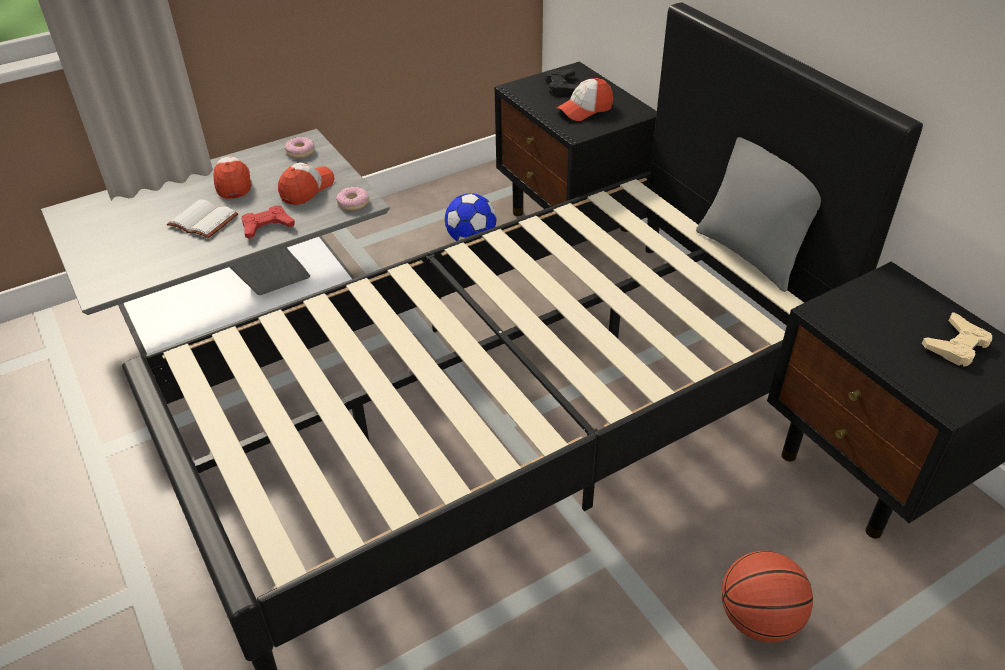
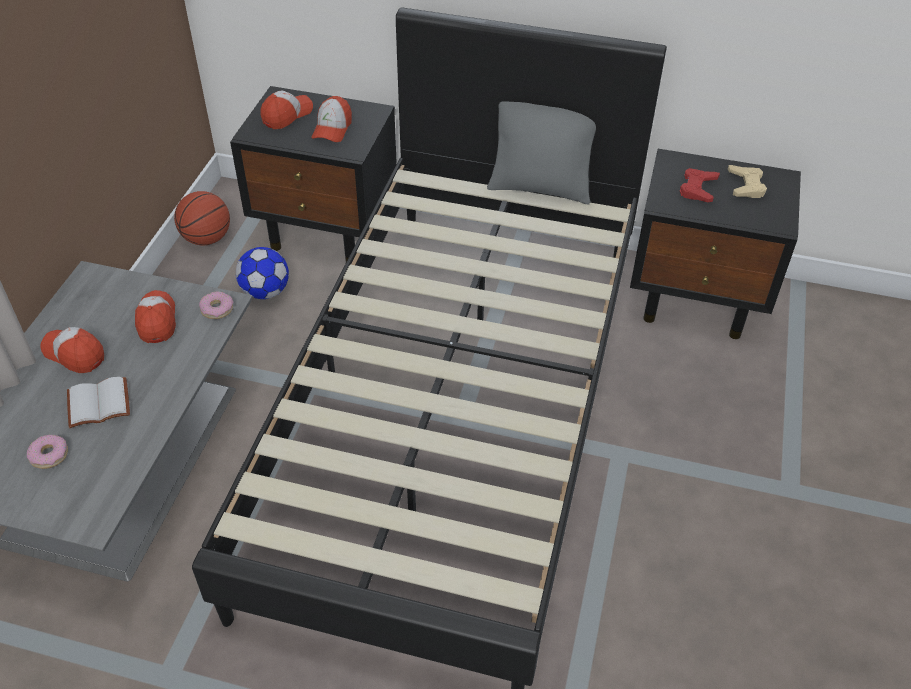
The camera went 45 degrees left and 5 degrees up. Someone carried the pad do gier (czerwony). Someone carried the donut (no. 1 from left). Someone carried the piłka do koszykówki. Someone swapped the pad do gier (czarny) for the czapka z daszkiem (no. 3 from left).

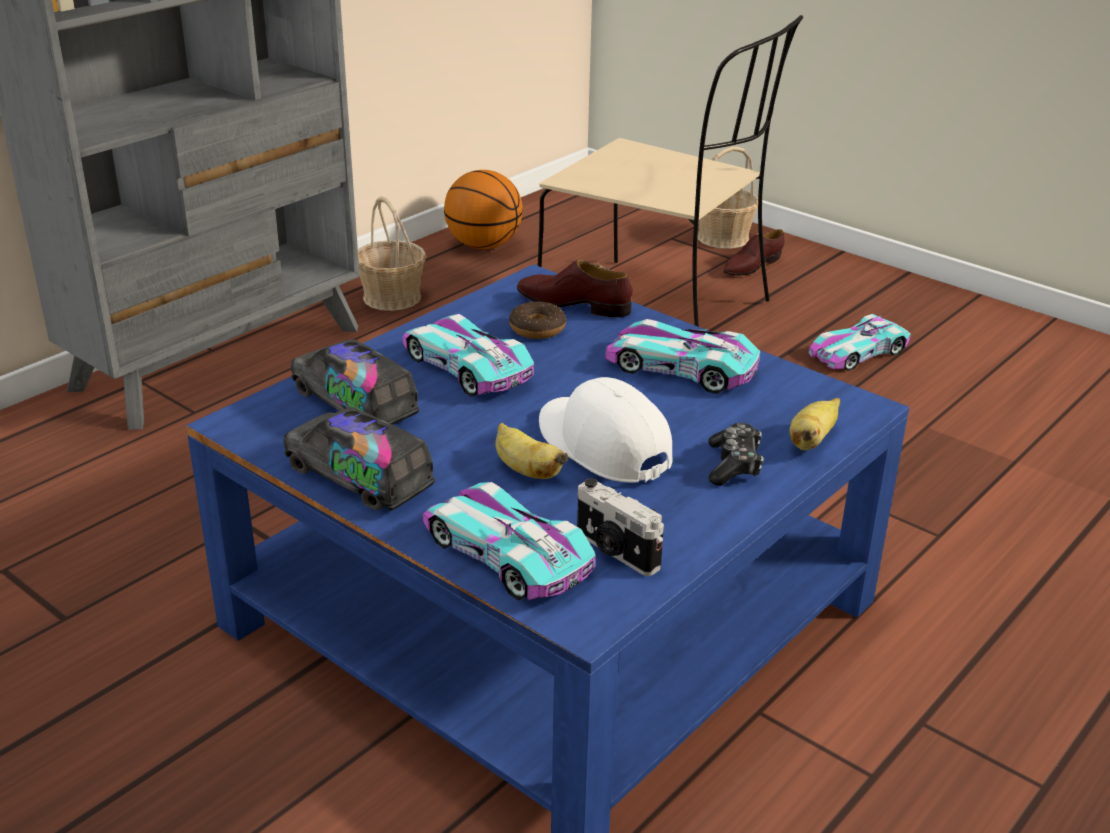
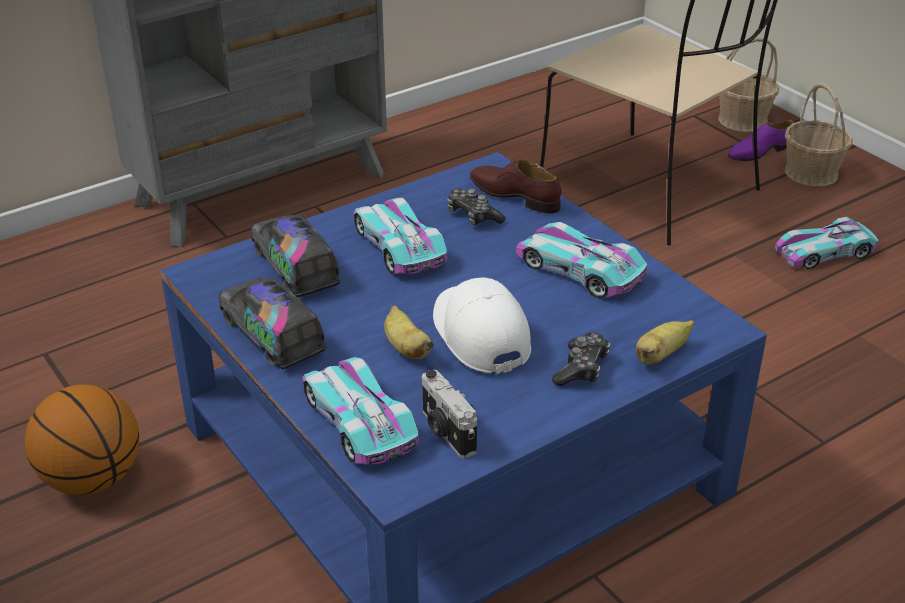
The camera went 15 degrees right and 5 degrees up. Someone carried the koszyk (no. 1 from left in the first image). Someone carried the piłka do koszykówki. Someone swapped the donut for the pad do gier (no. 1 from left). Someone repainted the but (brązowy) (no. 2 from left), which became the but (fioletowy).

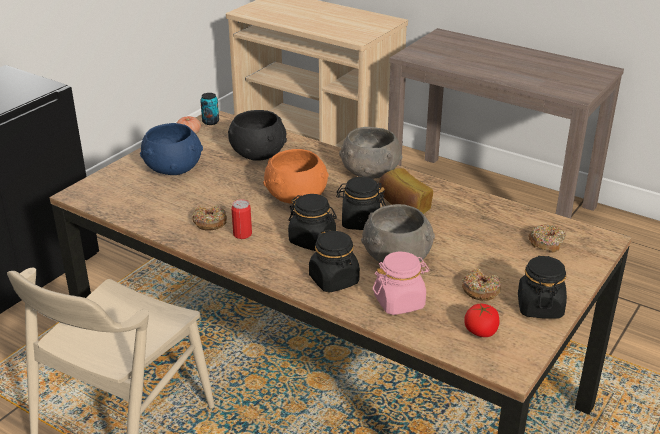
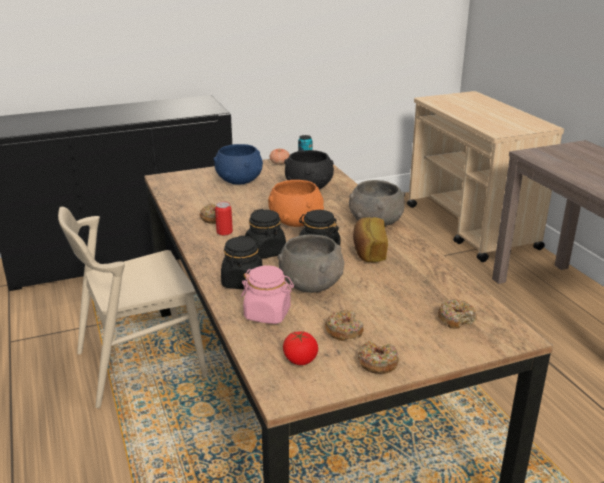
The camera went 35 degrees right and 5 degrees down. Someone swapped the słoik (czarny) (no. 4 from left) for the donut (no. 3 from left).

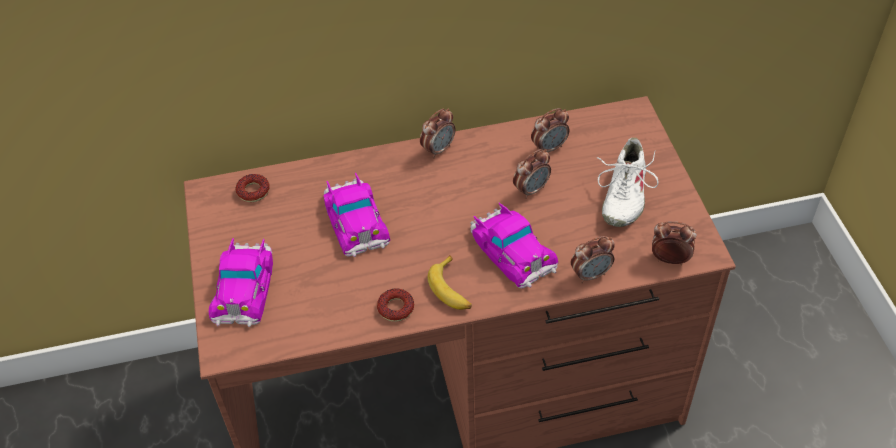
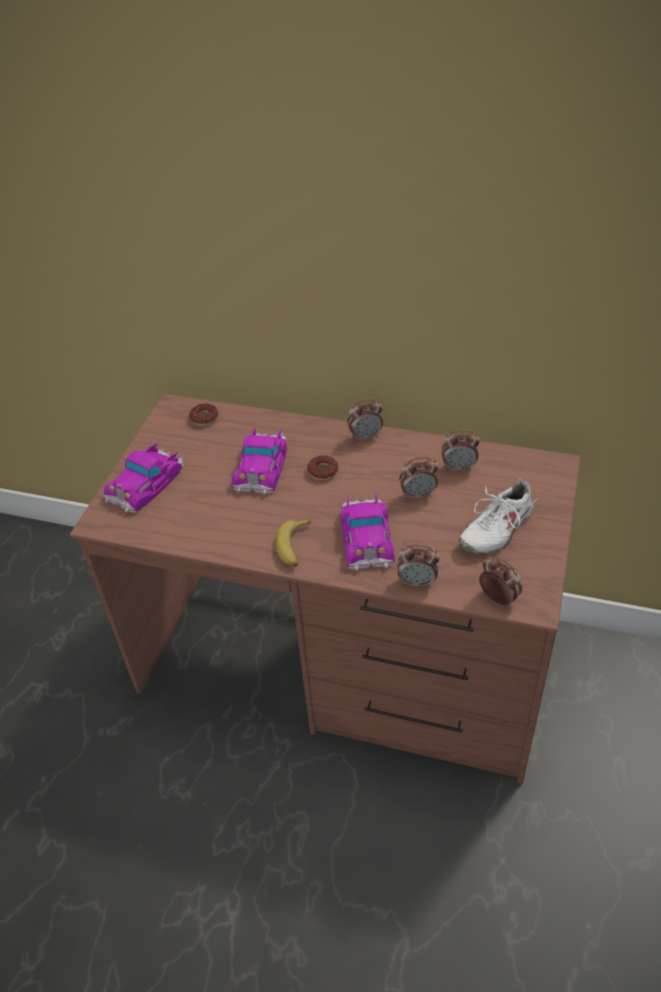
The camera went 30 degrees right and 5 degrees down. Someone carried the donut (no. 2 from left).

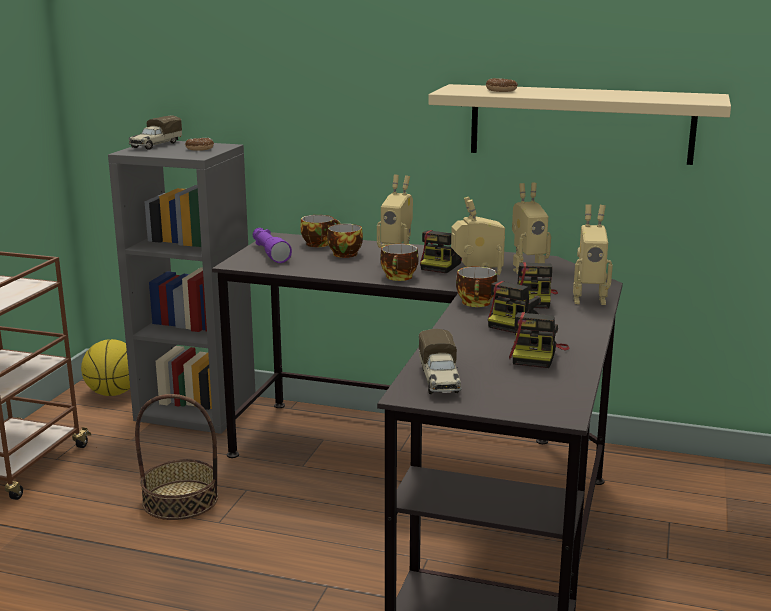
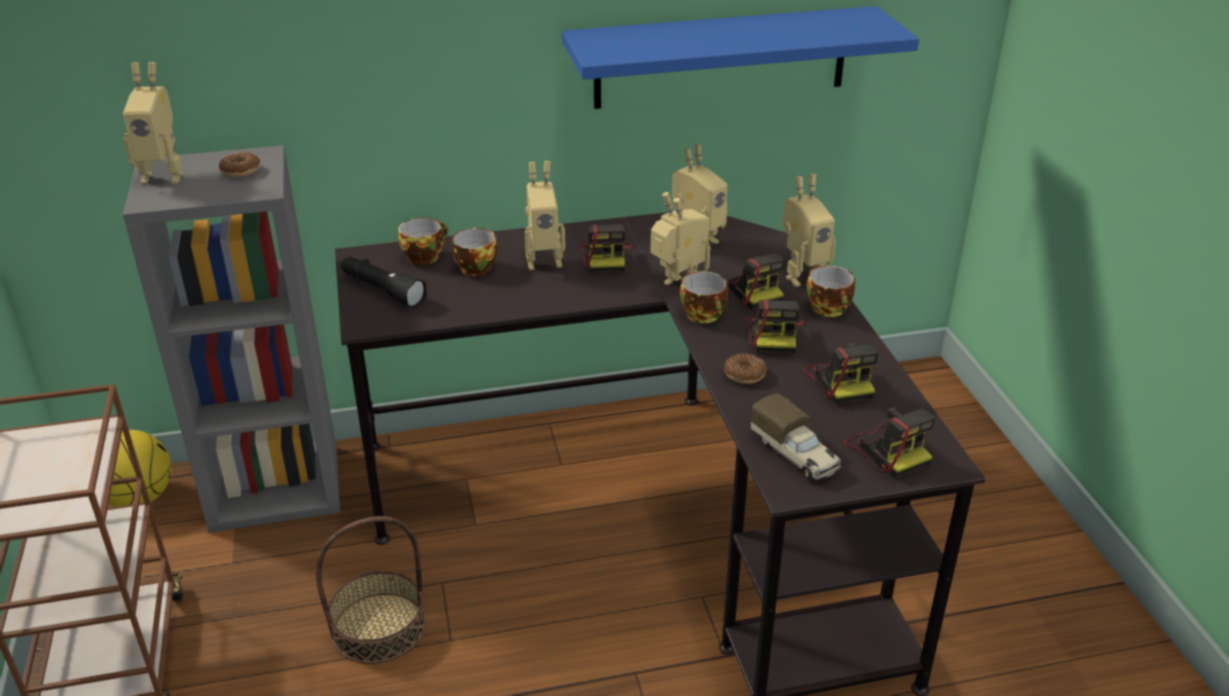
The camera went 30 degrees left and 15 degrees up. Someone put down the aparat fotograficzny (no. 5 from left). Someone carried the filiżanka (no. 3 from left in the first image). Someone carried the donut (no. 2 from left). Someone swapped the ciężarówka zabawkowa (no. 1 from left) for the robot zabawkowy (no. 1 from left). Someone repainted the latarka (fioletowy), which became the latarka (czarny). Someone repainted the półka (beżowy), which became the półka (niebieski).

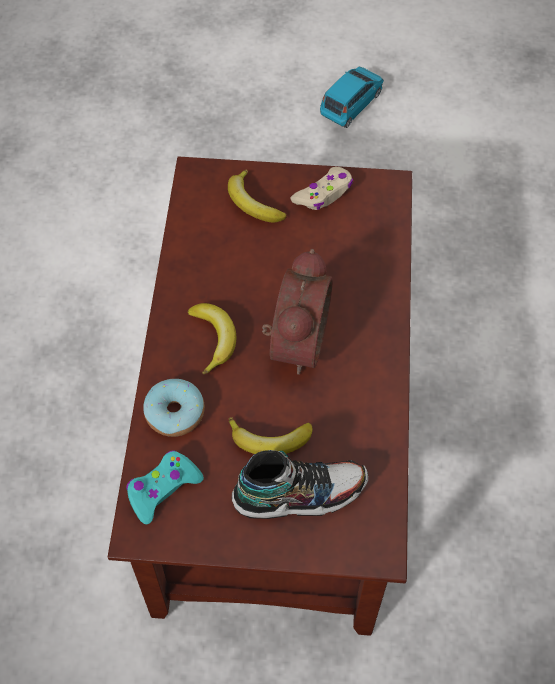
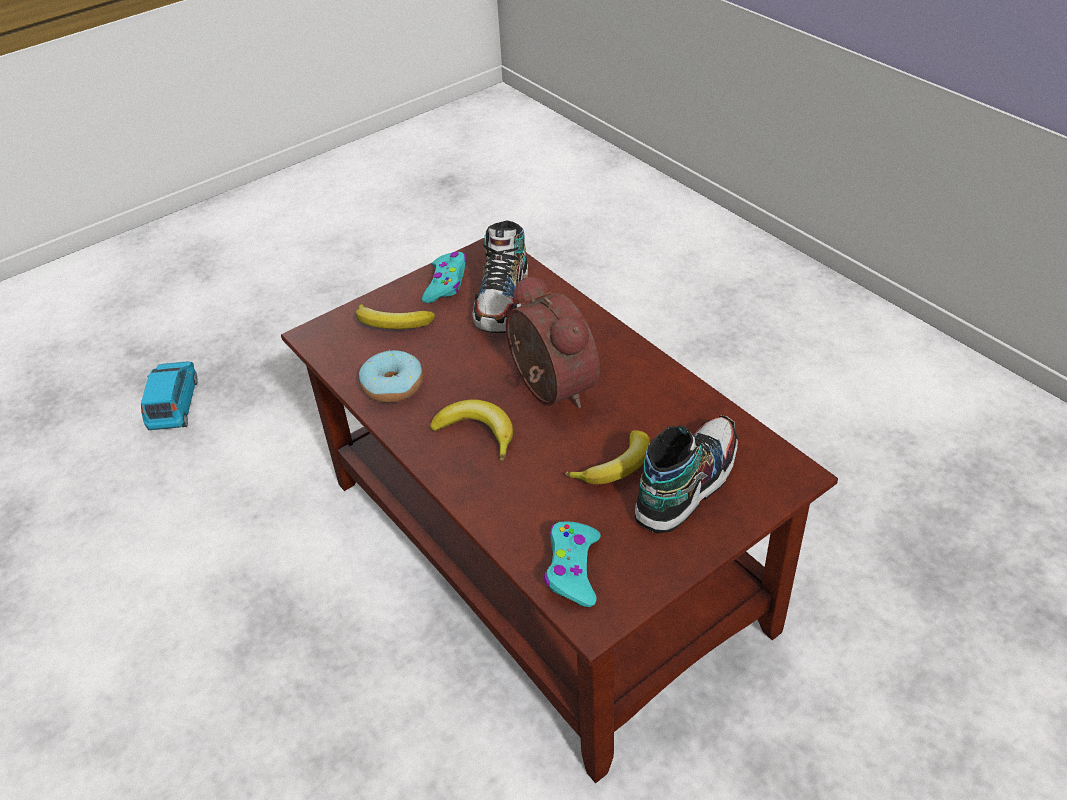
The camera went 40 degrees left and 15 degrees down. Someone put down the but (no. 1 from left). Someone carried the donut. Someone carried the samochodzik (niebieski). Someone repainted the pad do gier (beżowy), which became the pad do gier (turkusowy) (no. 1 from left).

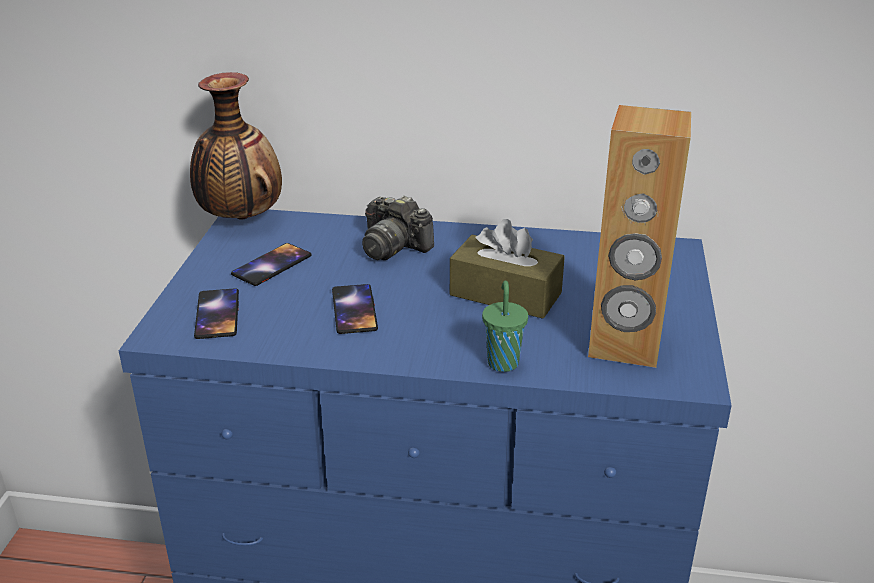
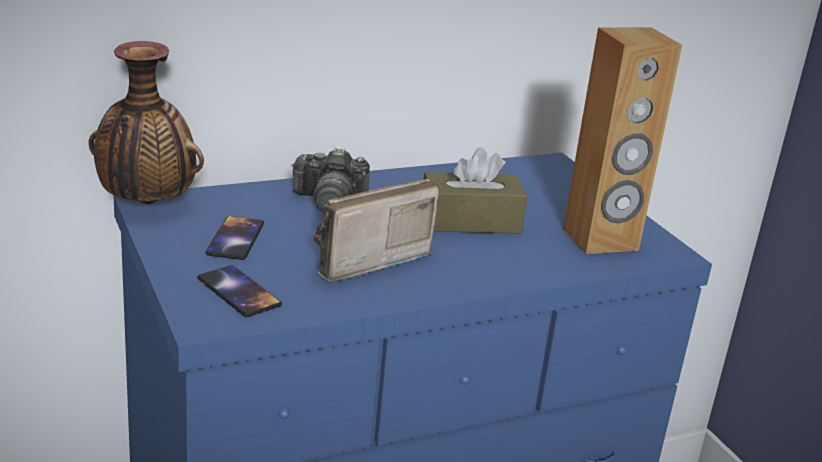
The camera went 35 degrees left and 5 degrees down. Someone took away the filiżanka (zielony). Someone swapped the telefon (no. 3 from left) for the radio.

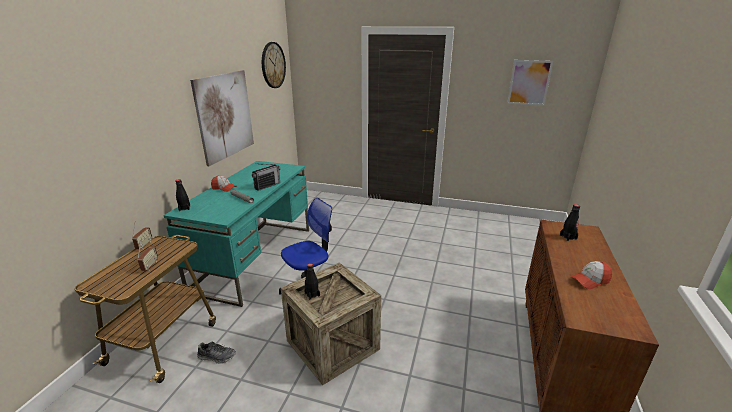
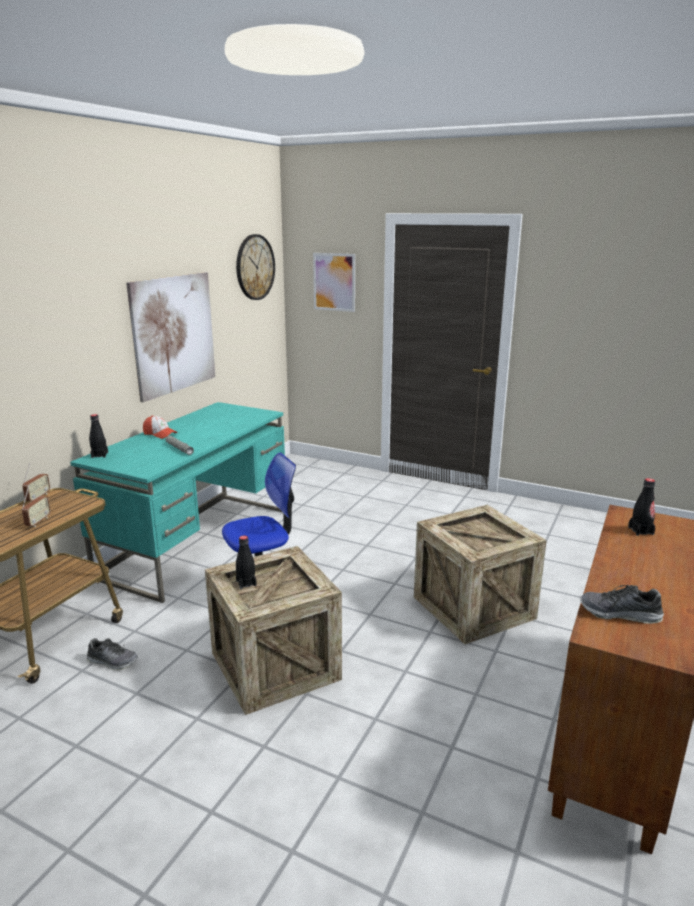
The camera went 10 degrees right and 5 degrees down. Someone took away the radio (no. 3 from left). Someone took away the czapka z daszkiem (no. 2 from left). Someone put down the skrzynka (no. 2 from left). Someone put down the but (no. 2 from left). Someone carried the obraz (no. 2 from left).

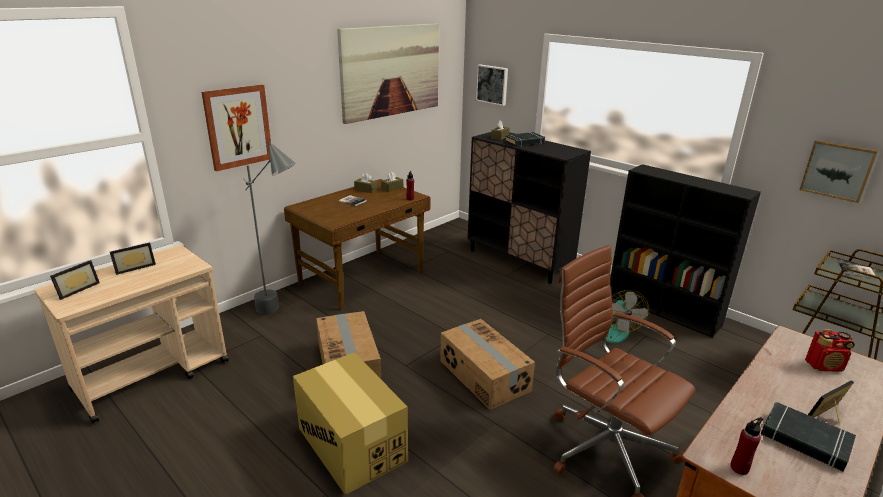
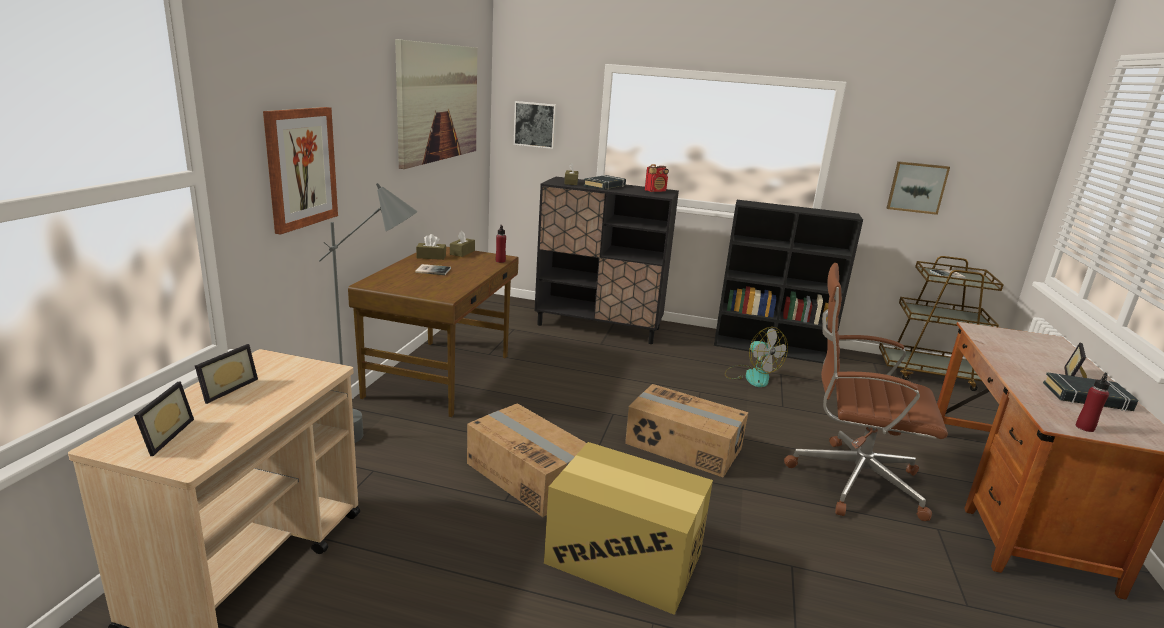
The camera went 30 degrees left and 5 degrees down. Someone carried the radio.

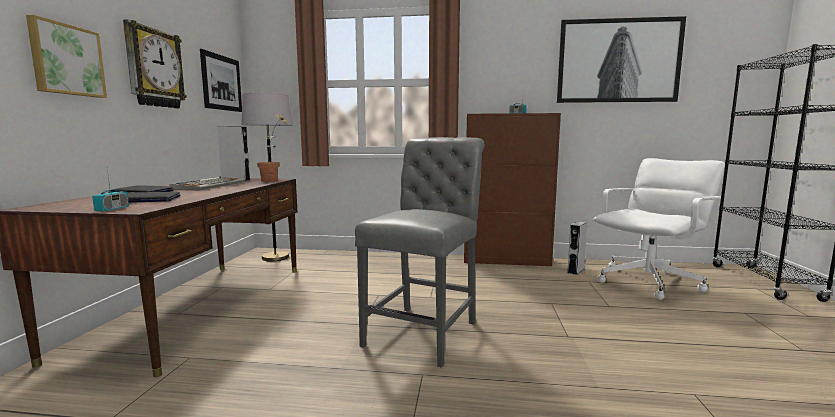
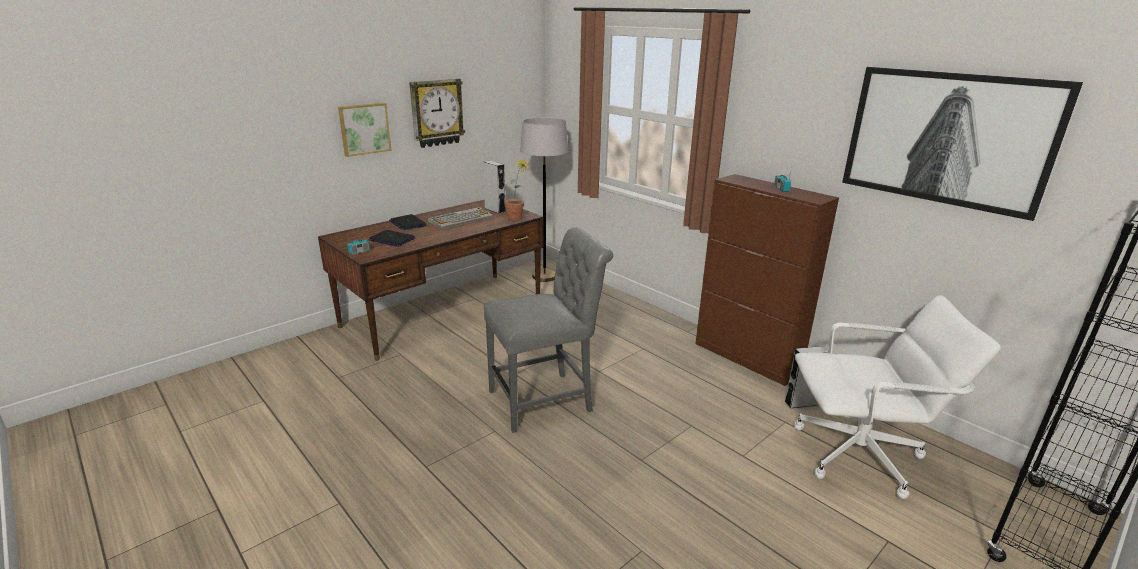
The camera went 40 degrees right and 15 degrees up. Someone took away the obraz (no. 2 from left).

